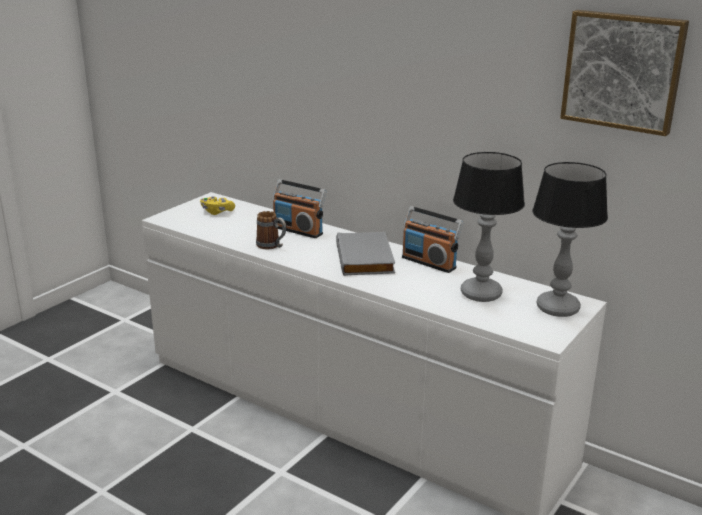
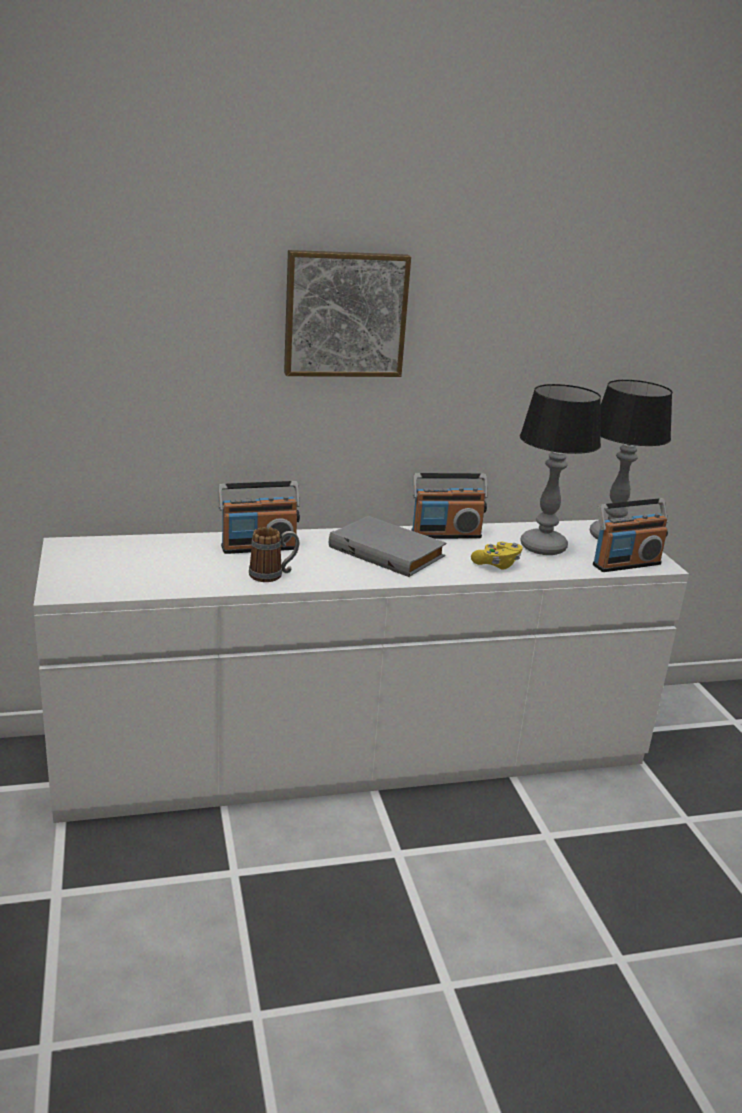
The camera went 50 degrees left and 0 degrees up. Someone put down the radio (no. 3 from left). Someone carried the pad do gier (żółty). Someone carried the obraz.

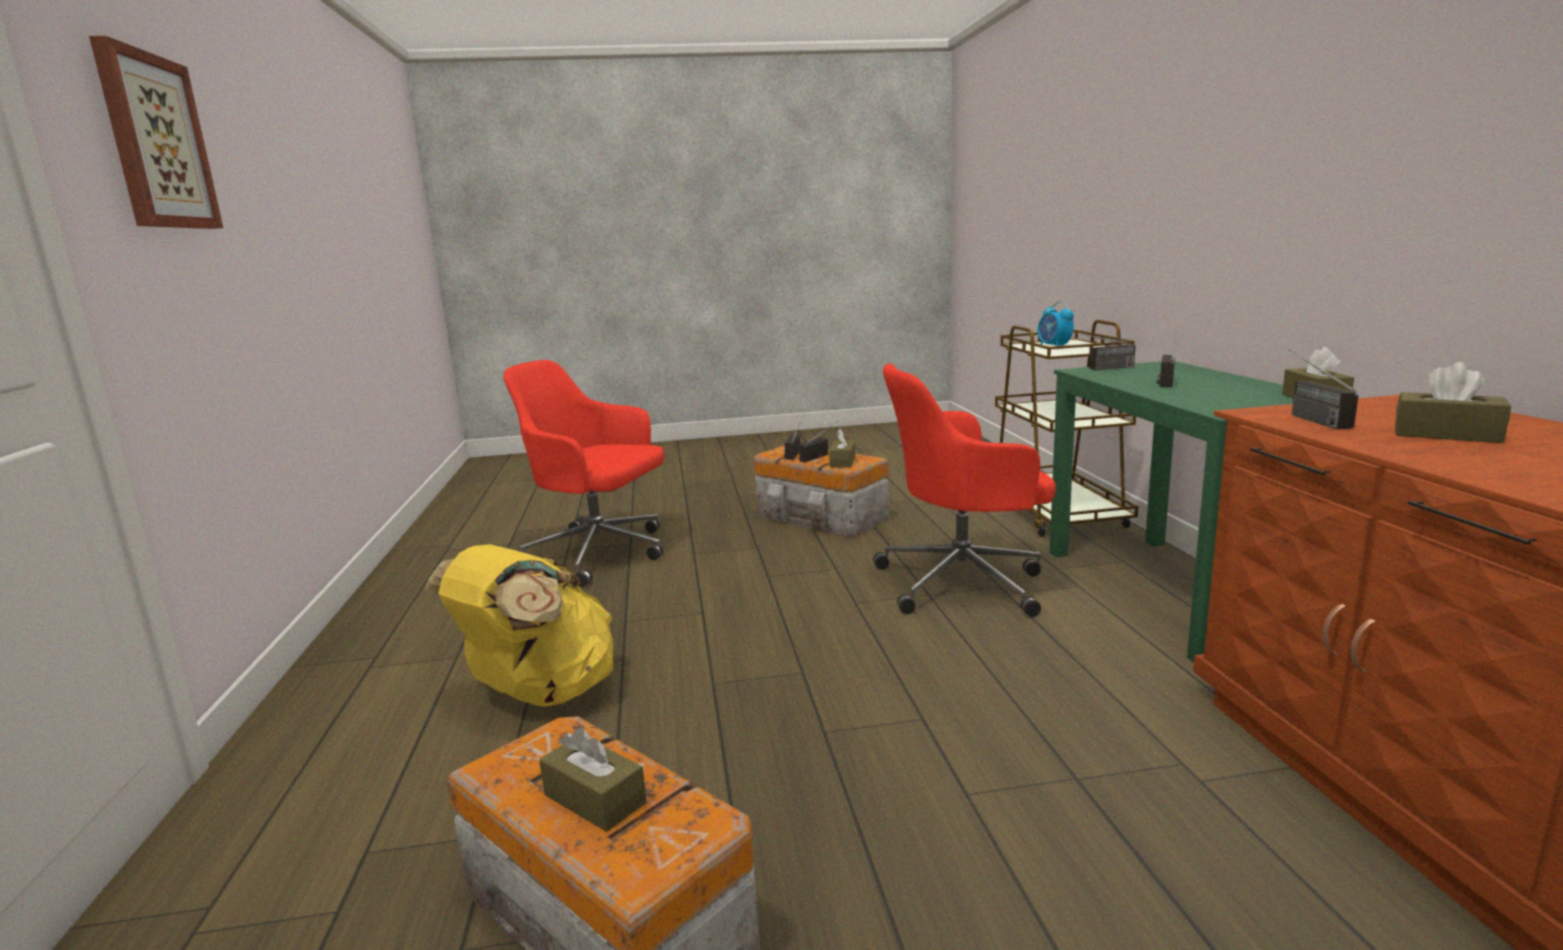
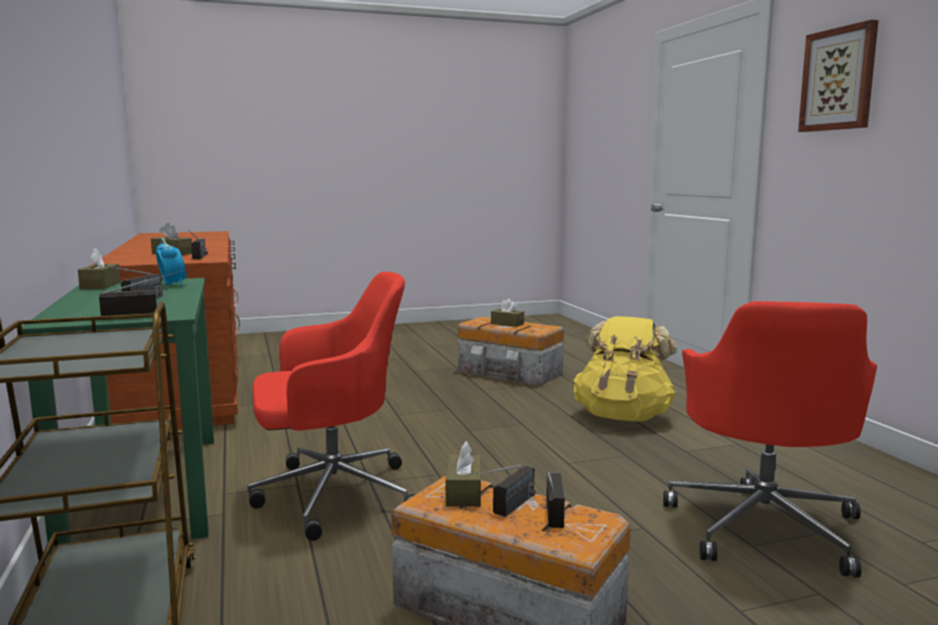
The camera went 170 degrees right and 5 degrees down. Someone carried the budzik. Someone rotated the krzesło biurowe (czerwony) (no. 1 from left in the first image) by 90 degrees clockwise.

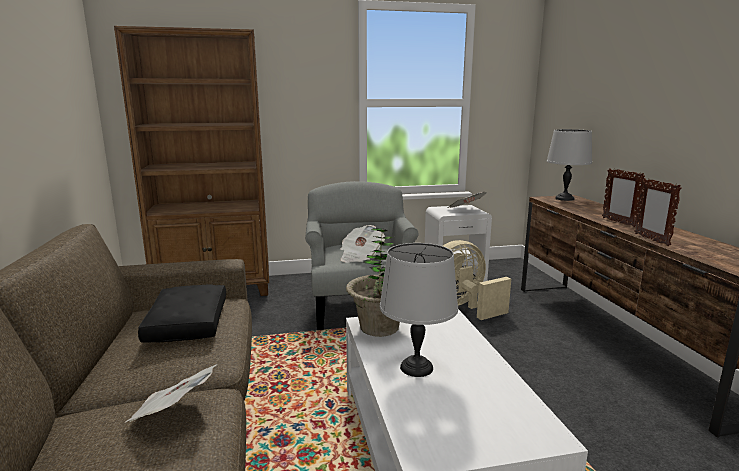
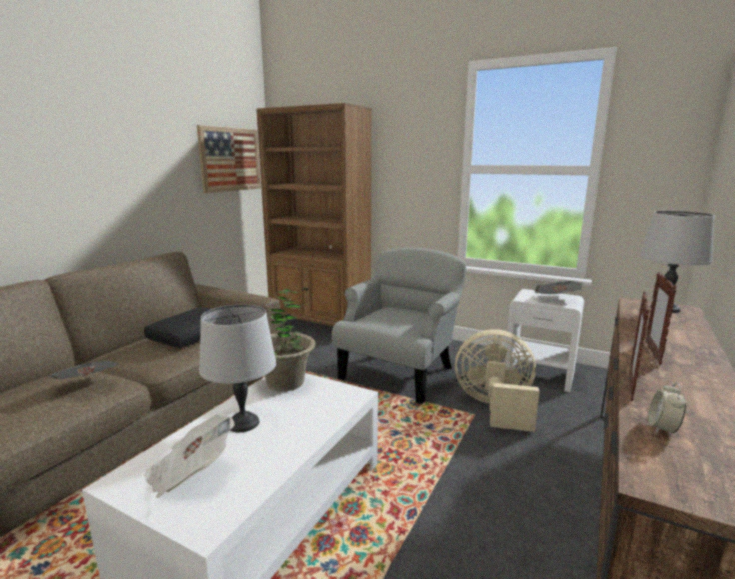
The camera went 40 degrees right and 0 degrees up. Someone put up the obraz. Someone put down the budzik. Someone carried the gazeta (no. 2 from left).

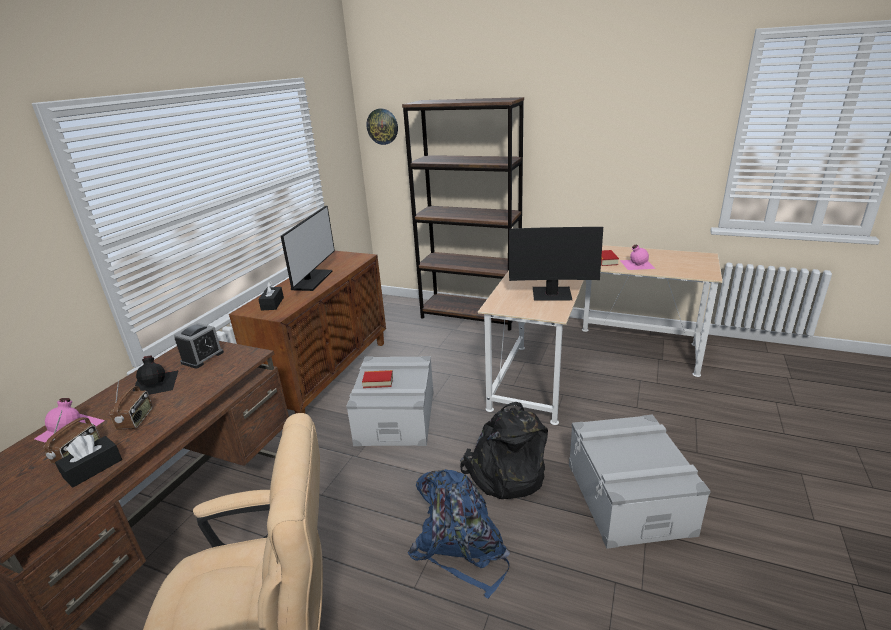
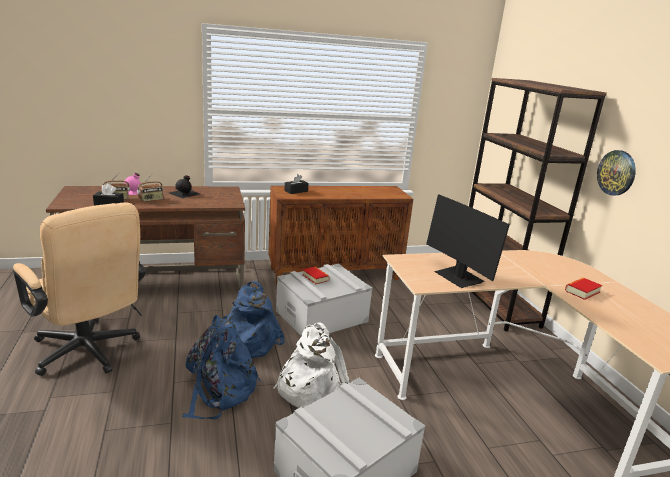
The camera went 50 degrees right and 5 degrees down. Someone took away the budzik. Someone took away the monitor (no. 1 from left). Someone took away the butelka (różowy) (no. 2 from left). Someone put down the plecak (niebieski) (no. 2 from left). Someone carried the zegar ścienny. Someone repainted the plecak (czarny), which became the plecak (biały).

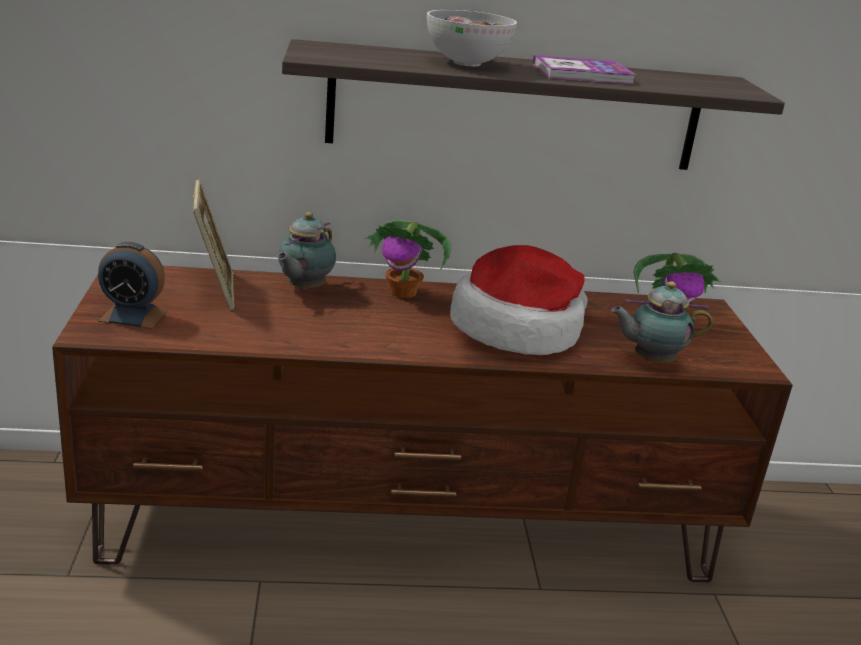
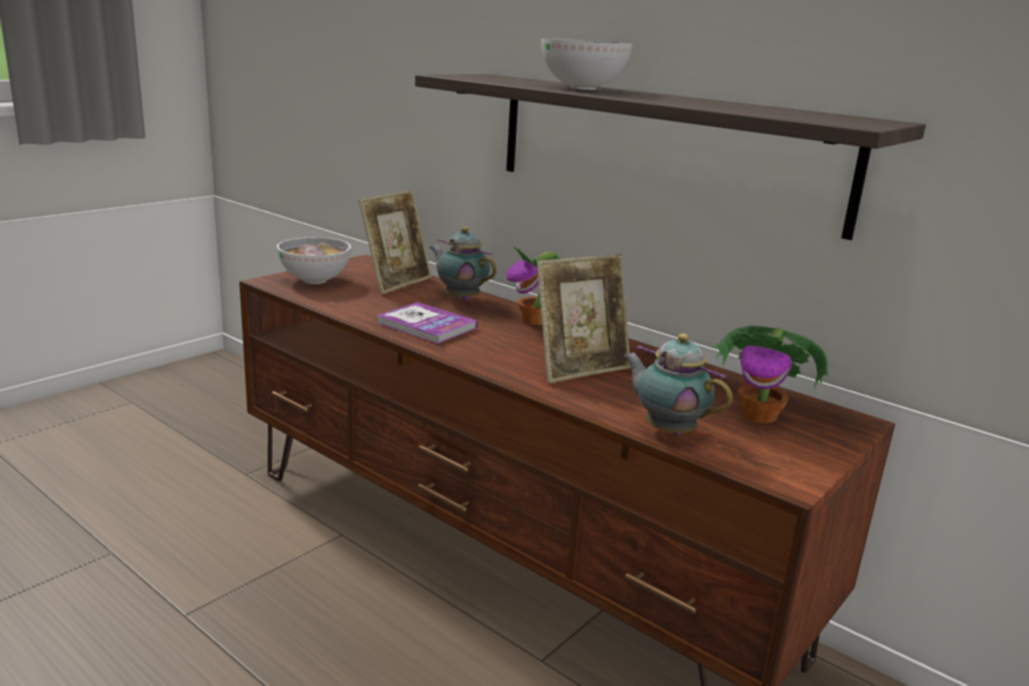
The camera went 45 degrees right and 5 degrees down. Someone carried the książka. Someone swapped the budzik for the miska (no. 1 from left). Someone swapped the kapelusz for the ramka na zdjęcie (no. 2 from left). Someone rotated the imbryk (no. 1 from left) by 60 degrees clockwise.

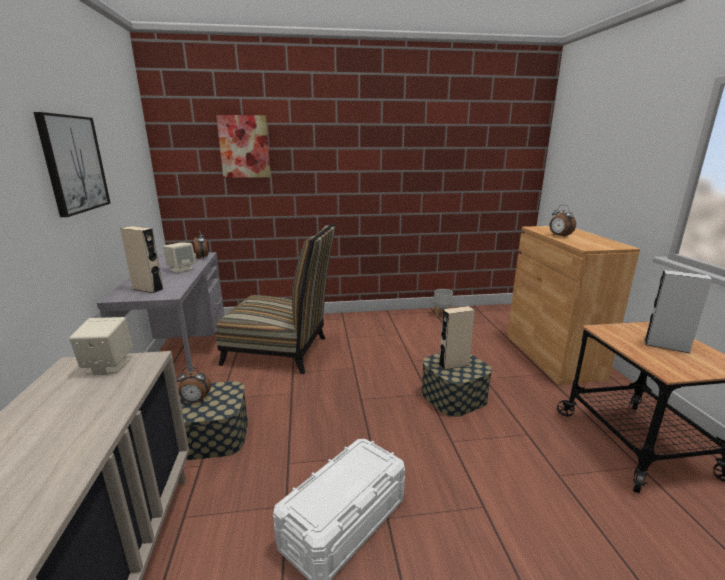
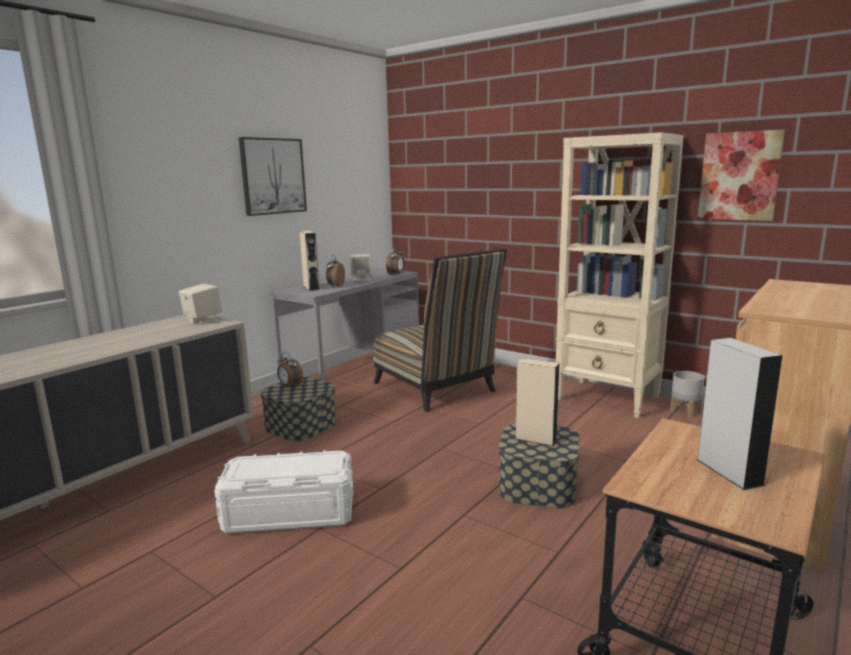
The camera went 45 degrees right and 5 degrees down. Someone put down the regał (beżowy). Someone carried the obraz (no. 2 from left). Someone carried the budzik (no. 3 from left in the first image).

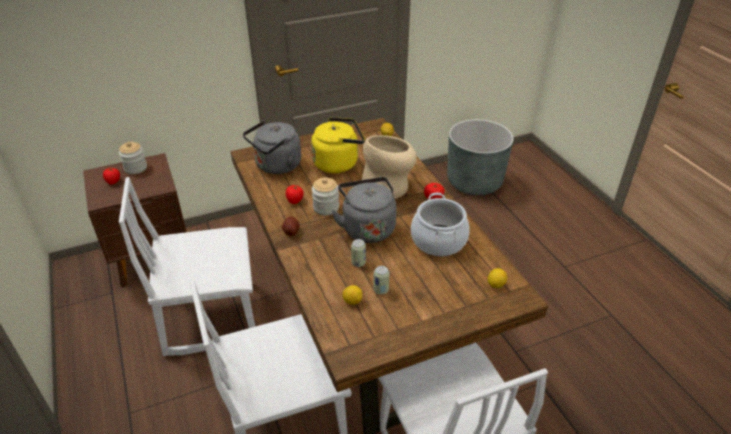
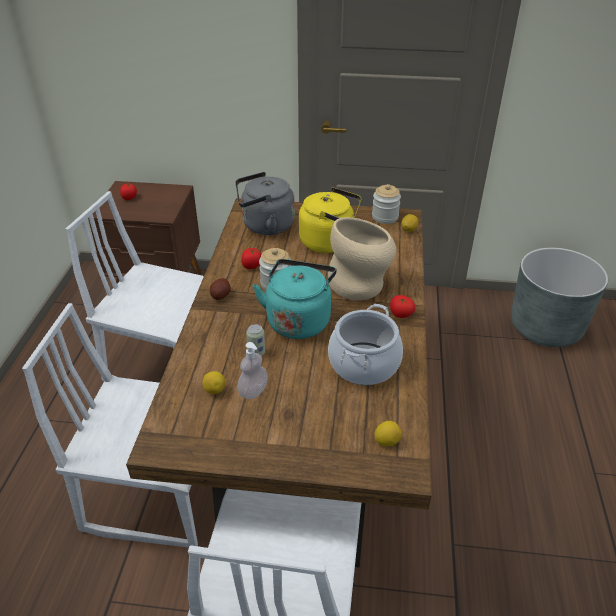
The camera went 30 degrees right and 0 degrees up. Someone carried the słoik (no. 1 from left in the first image). Someone swapped the puszka (no. 2 from left) for the dozownik mydła. Someone repainted the czajnik (szary) (no. 2 from left), which became the czajnik (turkusowy).

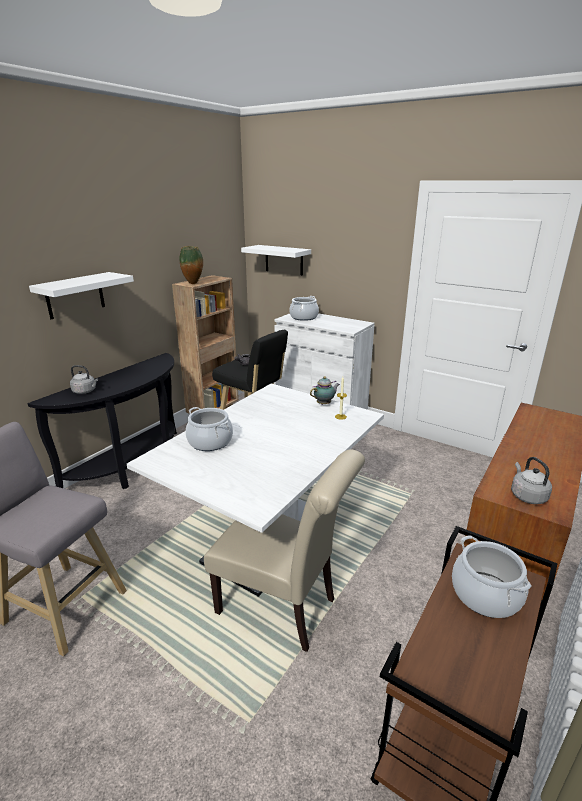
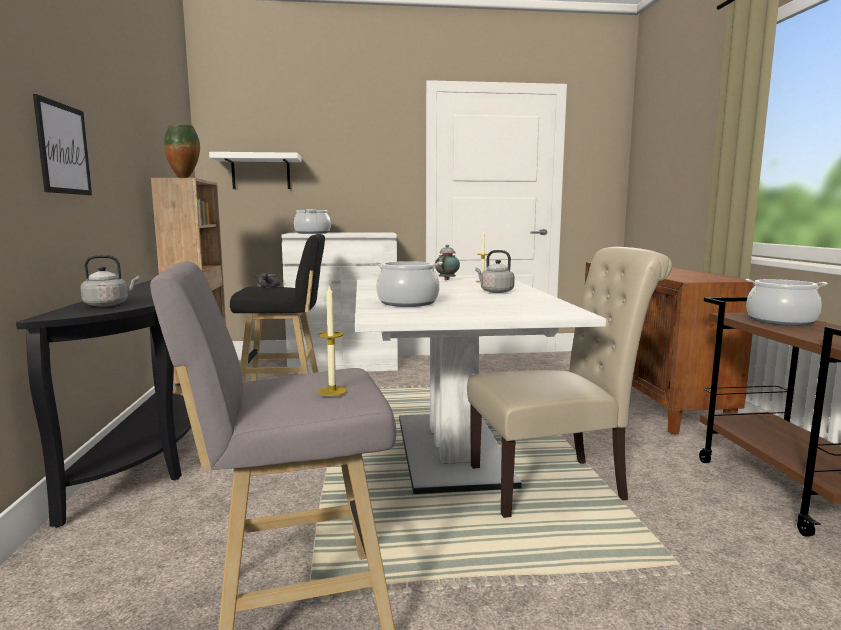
The camera went 40 degrees left and 15 degrees down. Someone put down the świeca (no. 1 from left). Someone carried the czajnik (szary) (no. 2 from left). Someone swapped the półka (biały) (no. 1 from left) for the obraz.

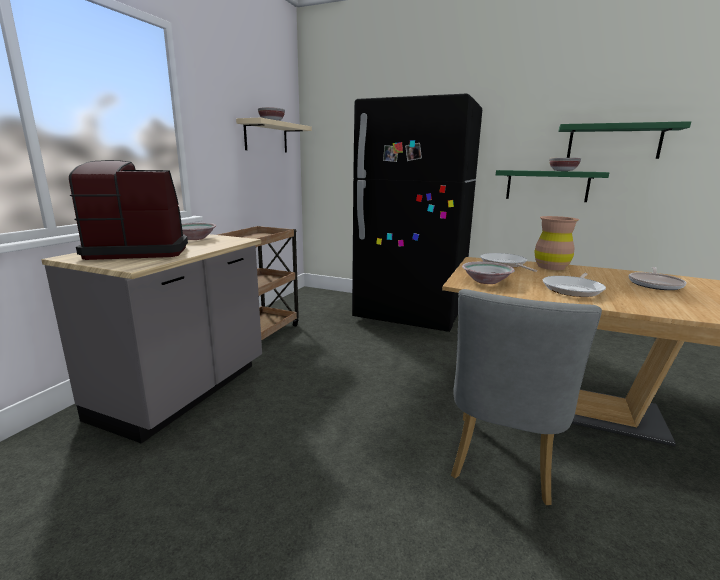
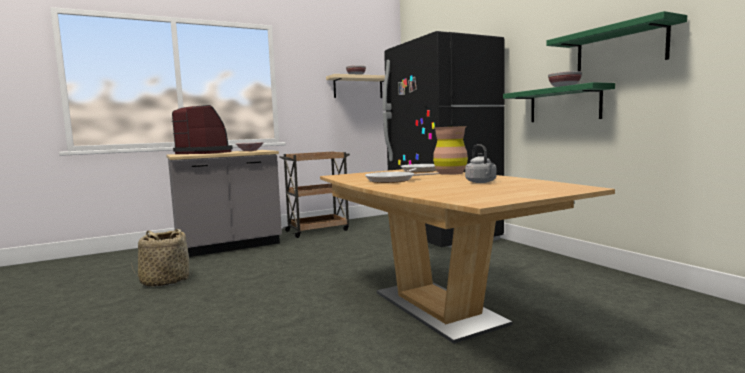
The camera went 40 degrees right and 10 degrees down. Someone took away the krzesło (szary). Someone took away the miska (no. 3 from left). Someone put down the koszyk. Someone swapped the patelnia (no. 3 from left) for the czajnik (szary).

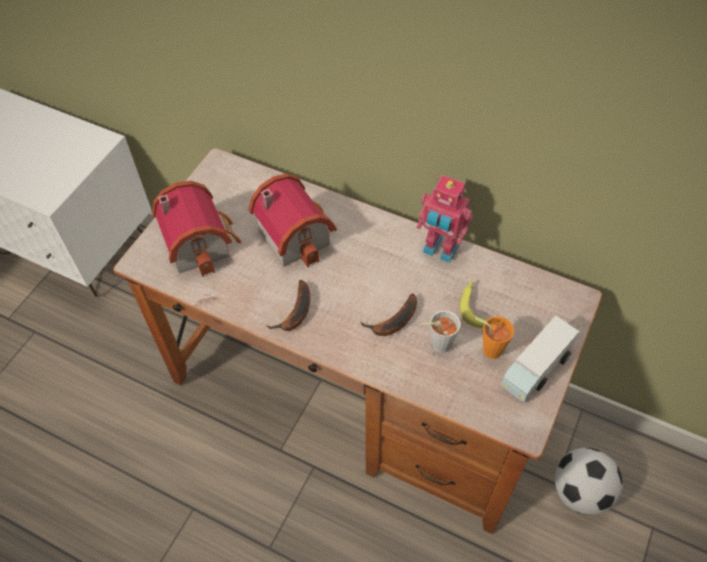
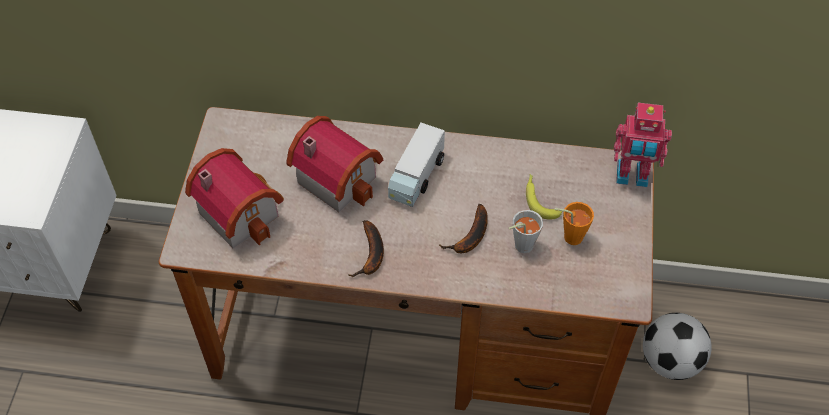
The camera went 20 degrees left and 0 degrees up. Someone carried the robot zabawkowy. Someone carried the ciężarówka zabawkowa.

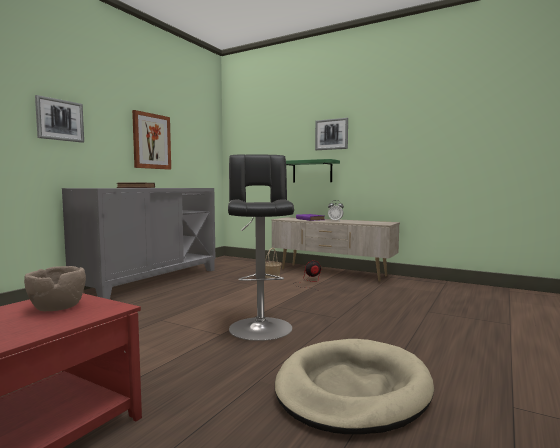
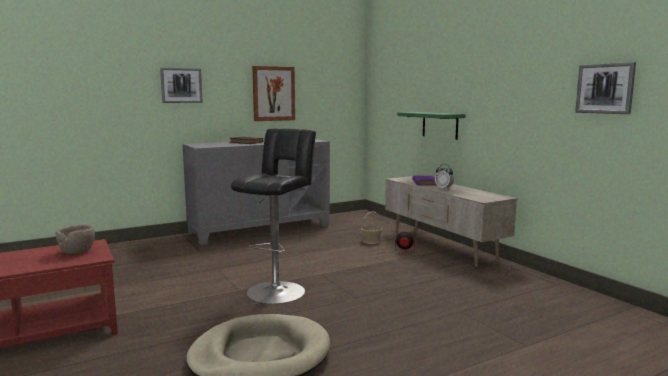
The camera went 30 degrees right and 5 degrees up. Someone carried the obraz (no. 3 from left).

